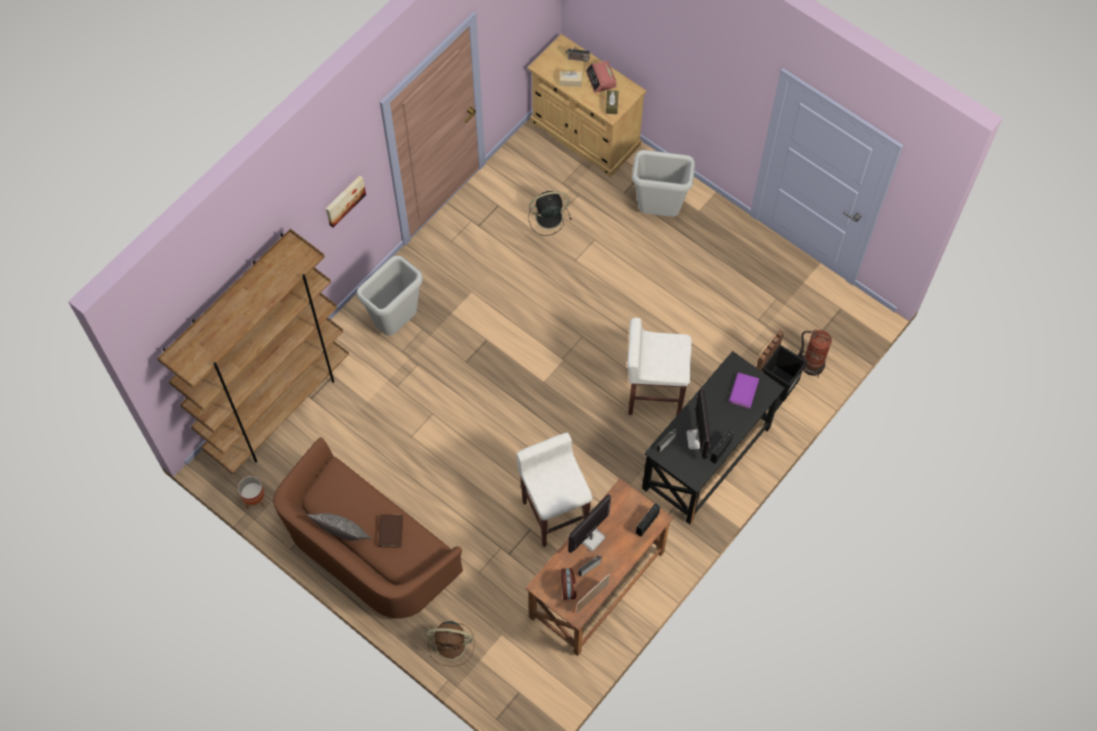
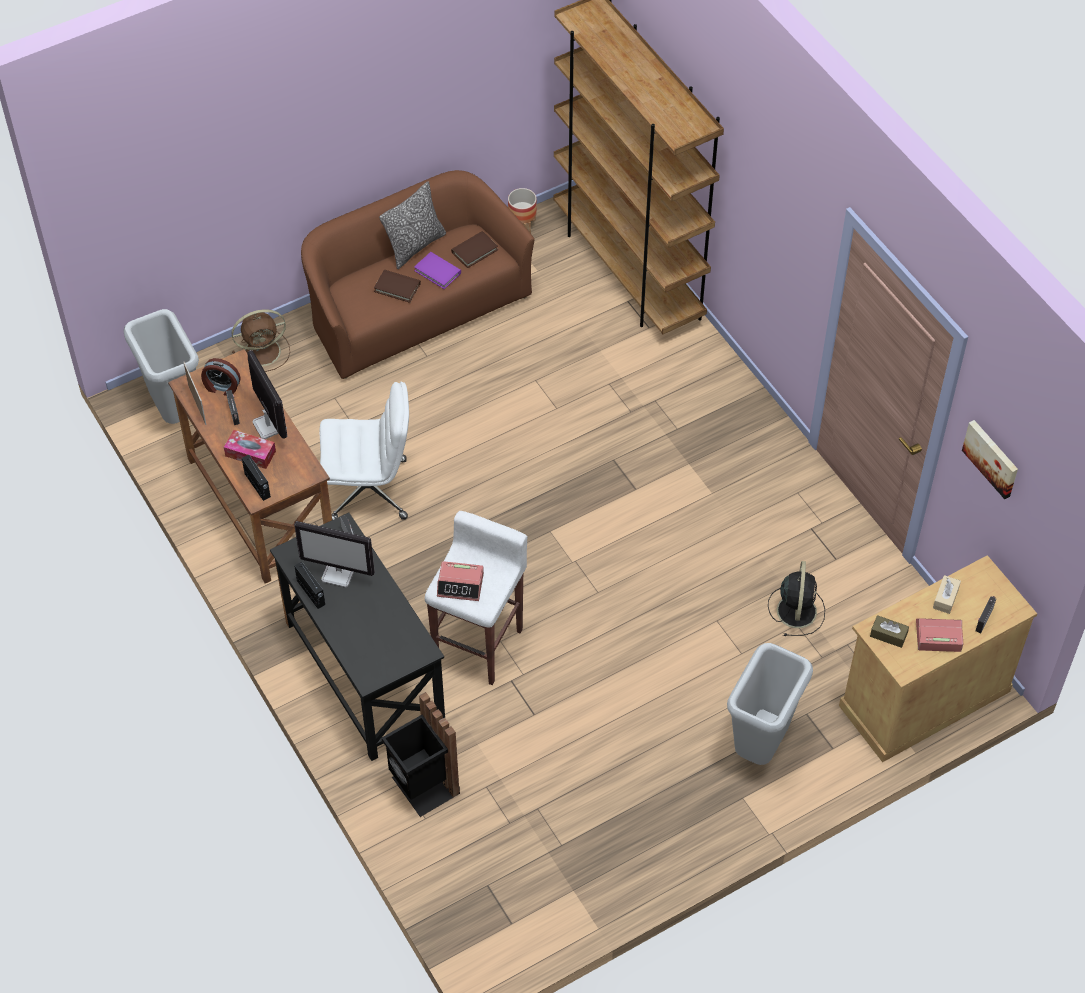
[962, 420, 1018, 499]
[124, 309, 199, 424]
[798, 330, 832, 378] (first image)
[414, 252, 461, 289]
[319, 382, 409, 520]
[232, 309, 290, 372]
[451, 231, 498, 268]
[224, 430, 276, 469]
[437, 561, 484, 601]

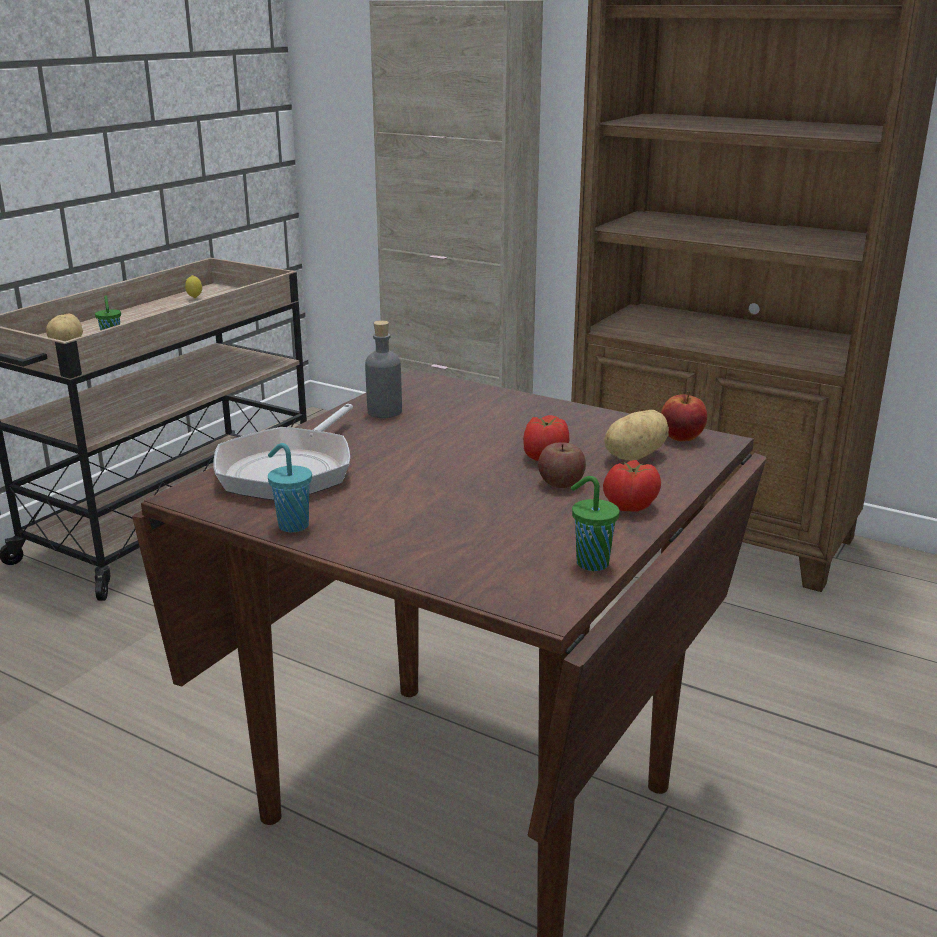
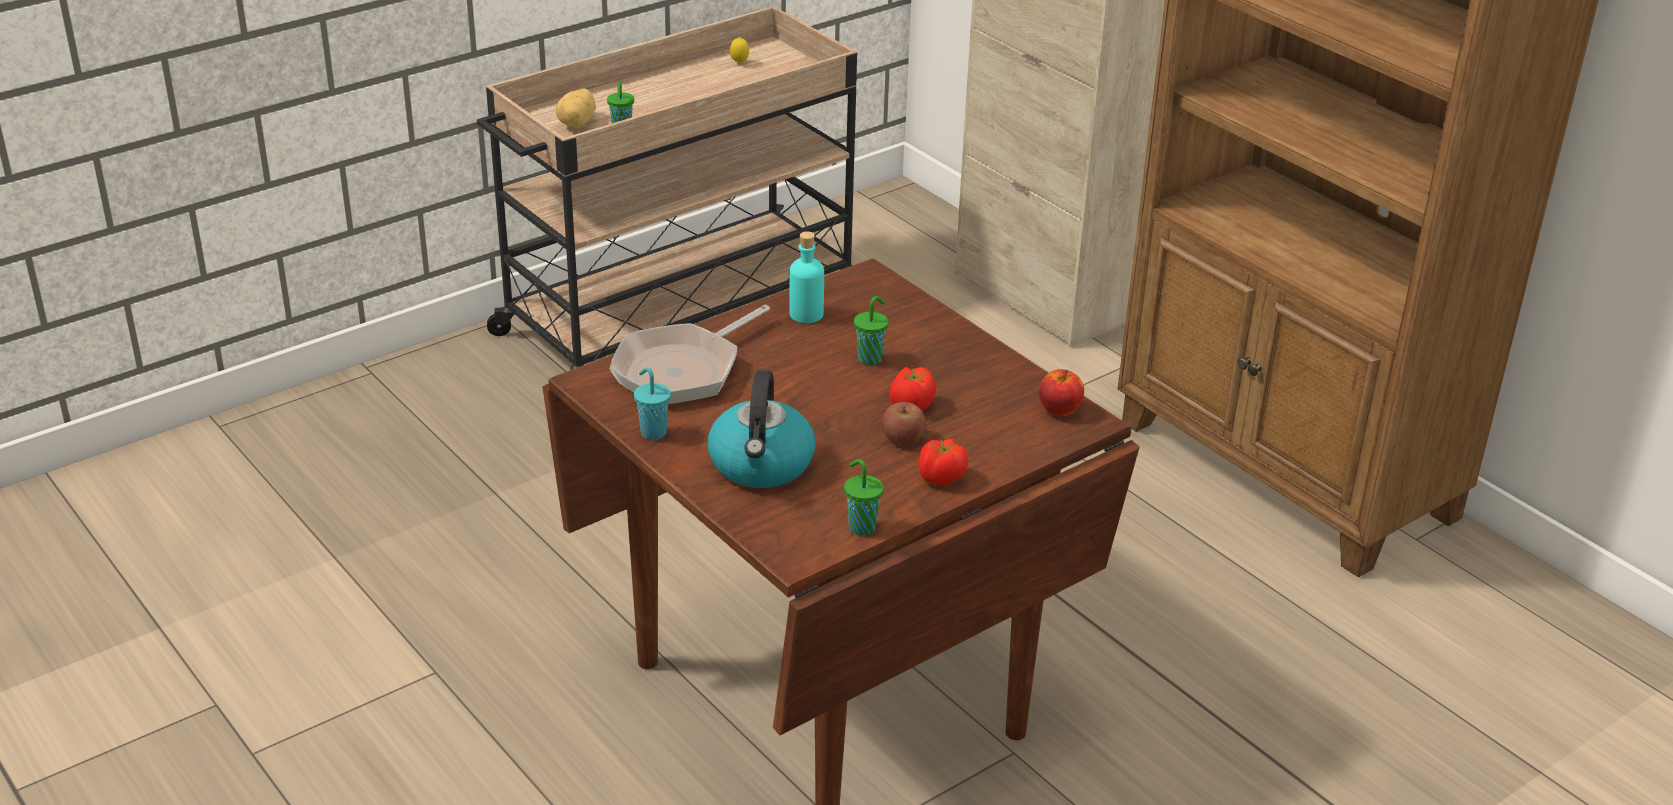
[789, 231, 824, 323]
[604, 410, 669, 460] (first image)
[854, 296, 889, 365]
[708, 370, 815, 488]

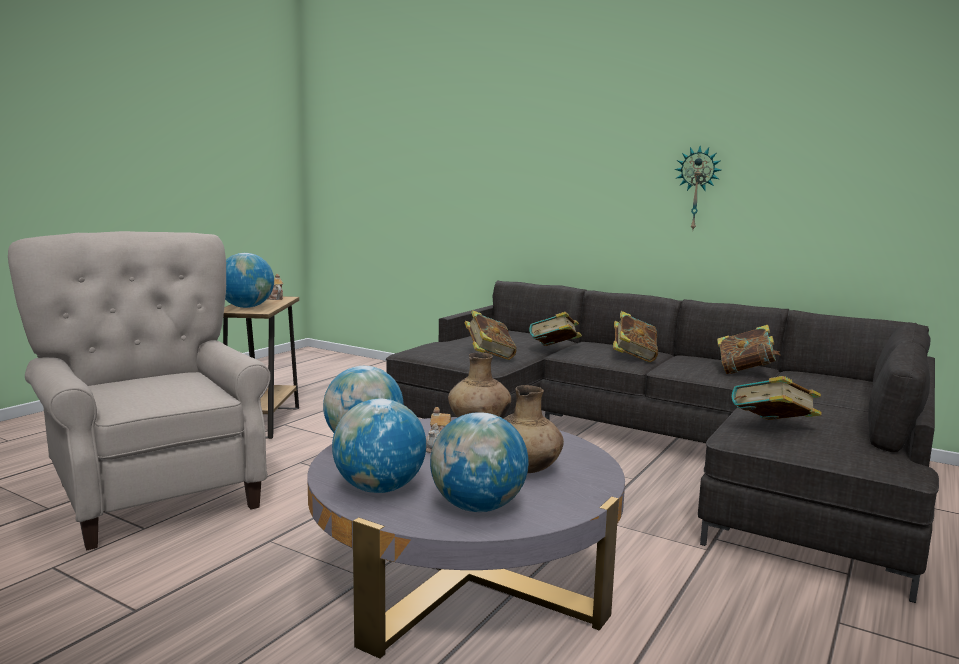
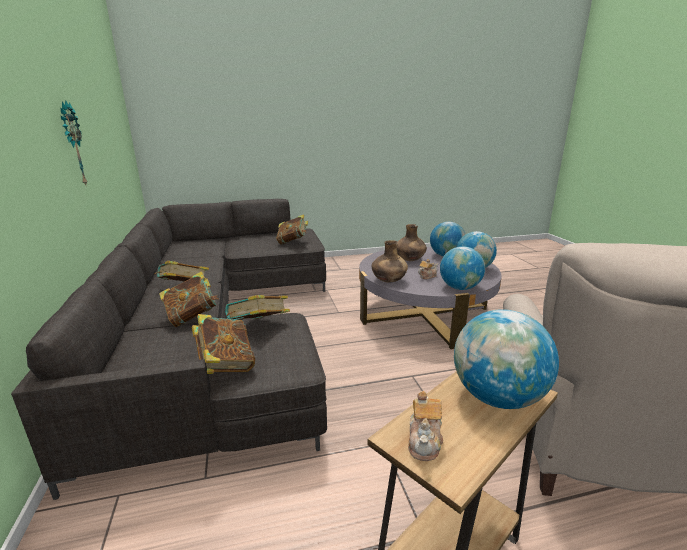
[192, 314, 255, 374]

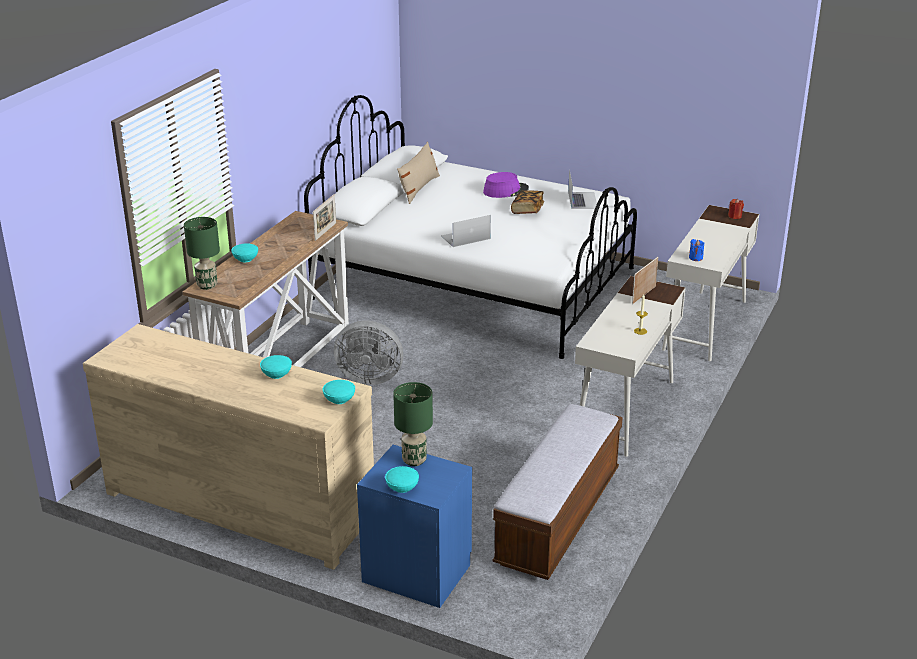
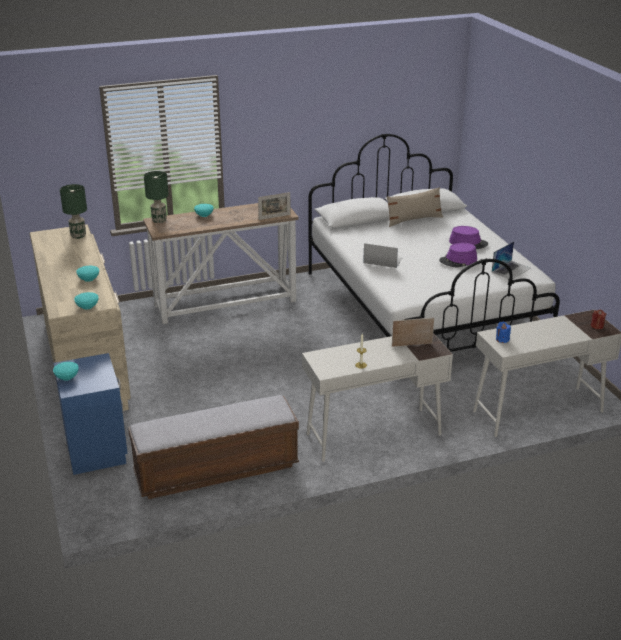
[439, 243, 477, 267]
[334, 320, 403, 385] (first image)
[60, 184, 87, 239]

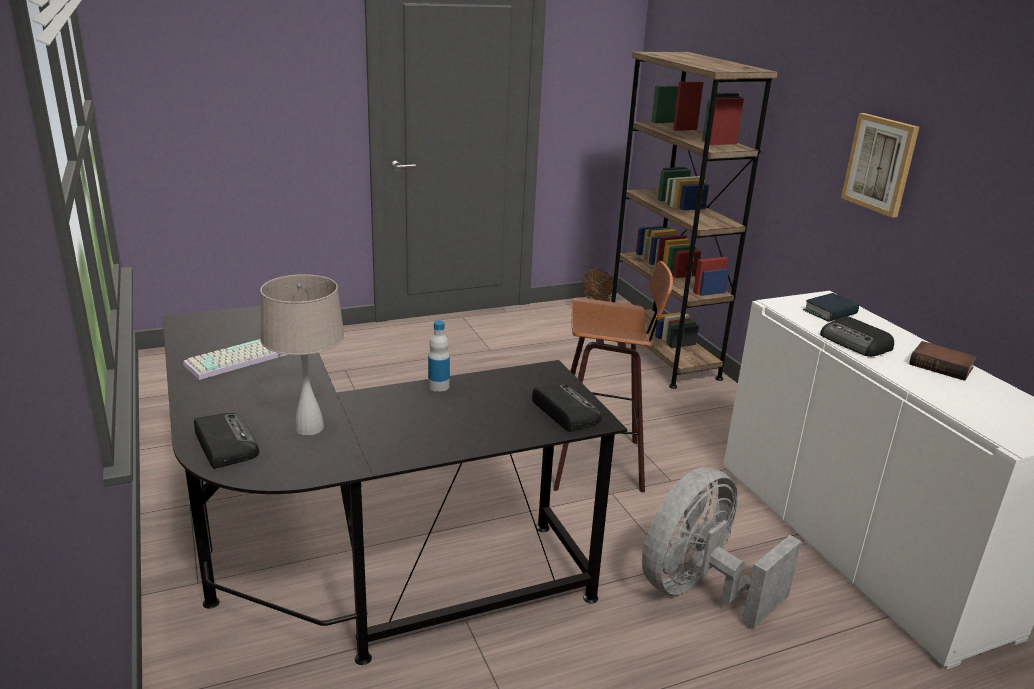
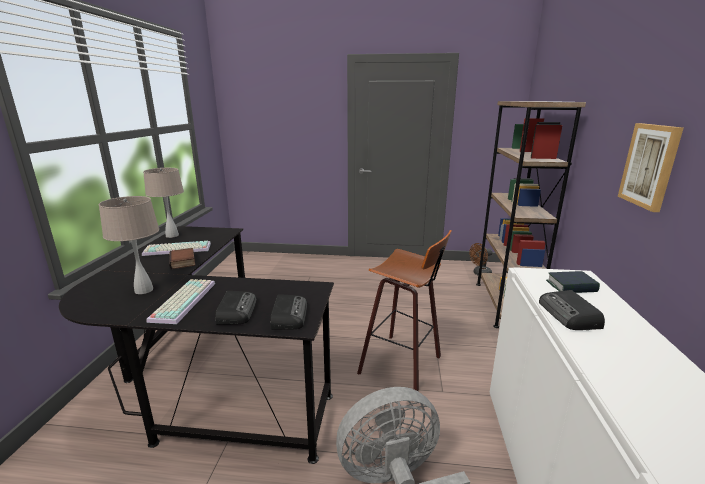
[428, 320, 450, 392] (first image)
[169, 248, 195, 269]
[215, 291, 257, 325]
[143, 168, 184, 238]
[146, 279, 215, 324]

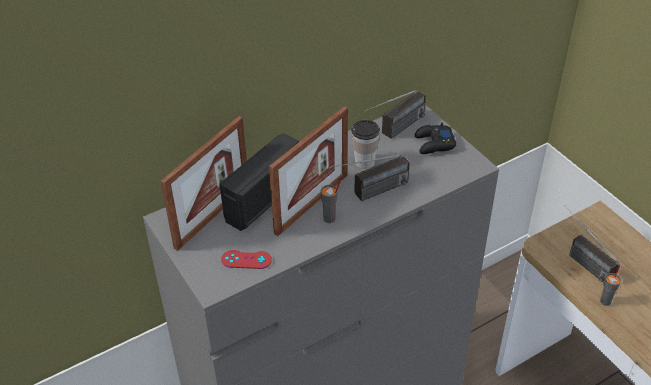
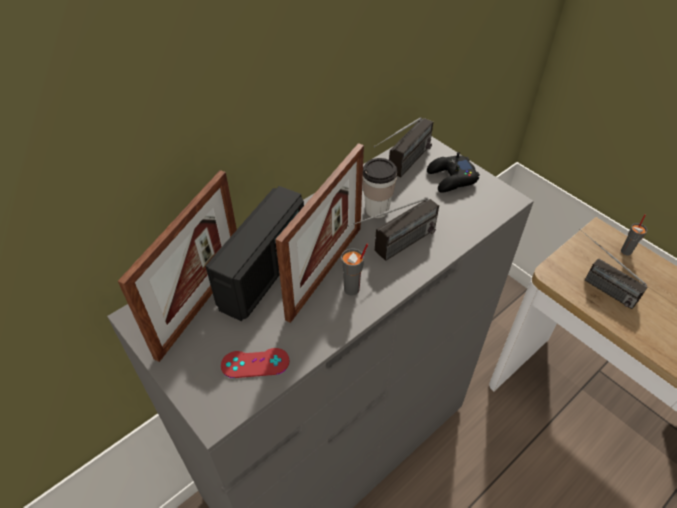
[621, 214, 647, 256]

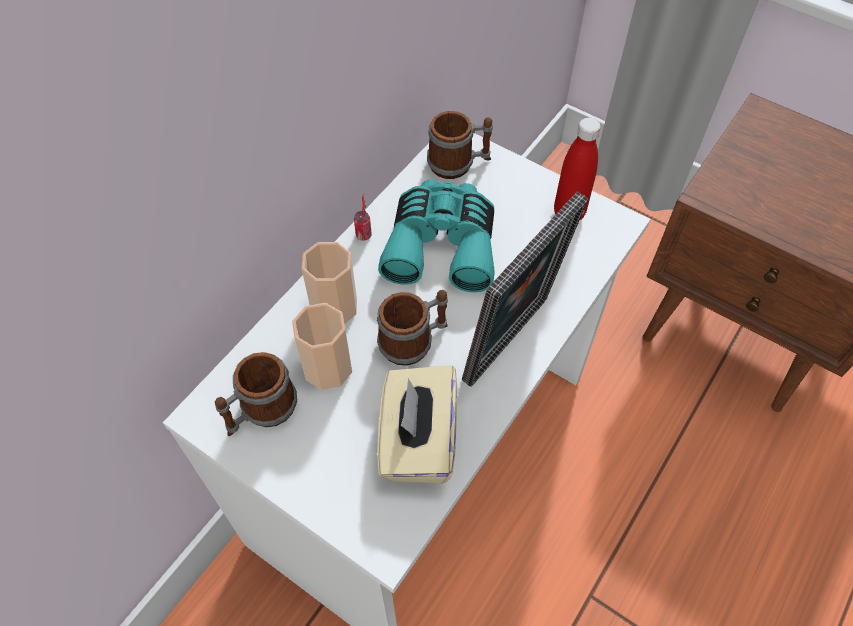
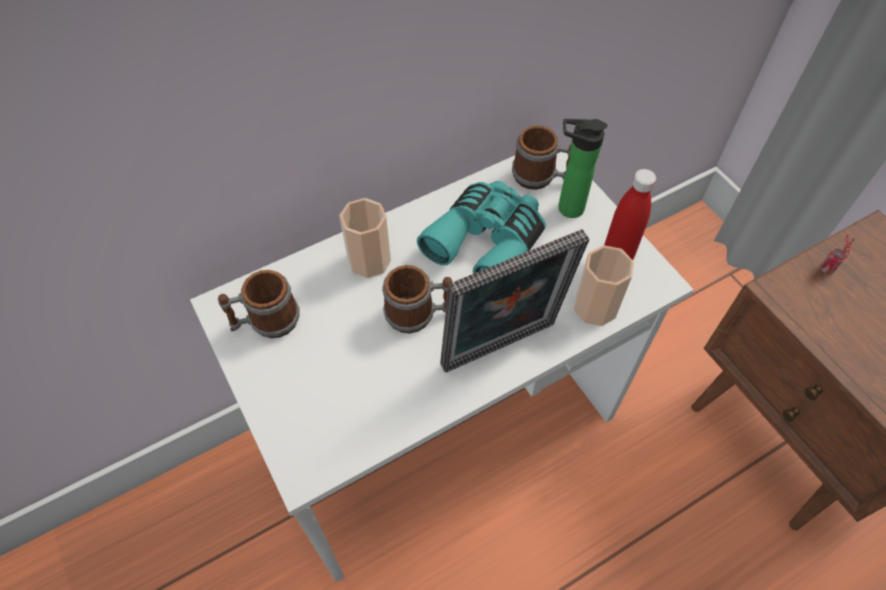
[820, 235, 855, 274]
[574, 245, 634, 326]
[377, 365, 457, 484] (first image)
[558, 119, 607, 218]

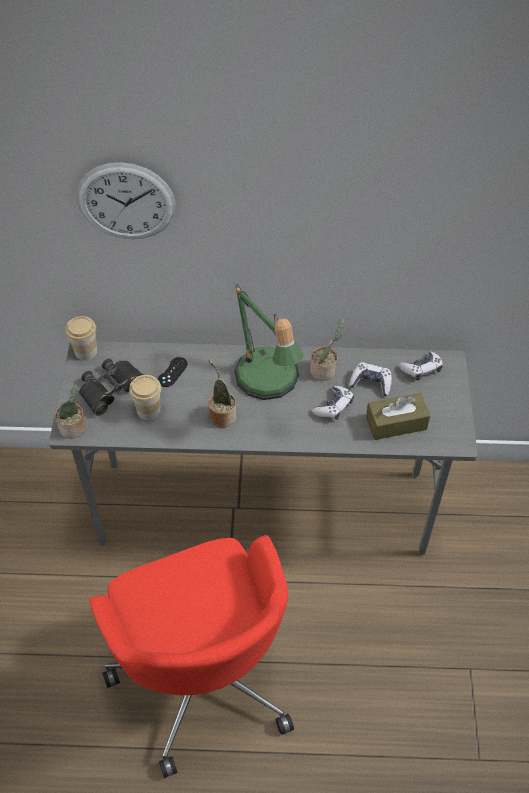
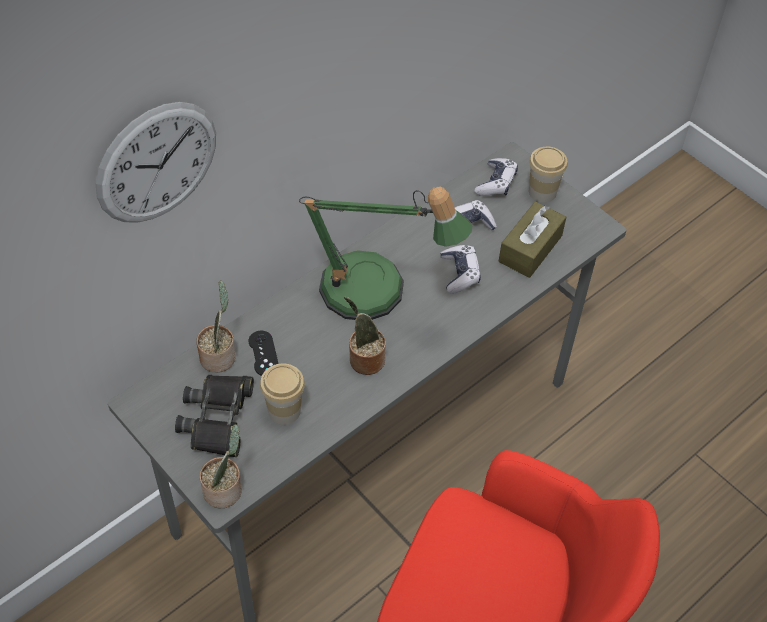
[529, 147, 568, 203]
[196, 280, 236, 372]

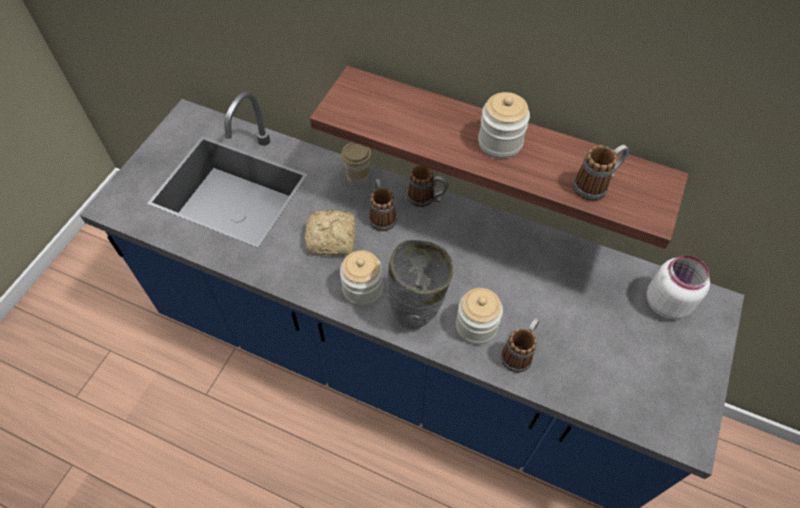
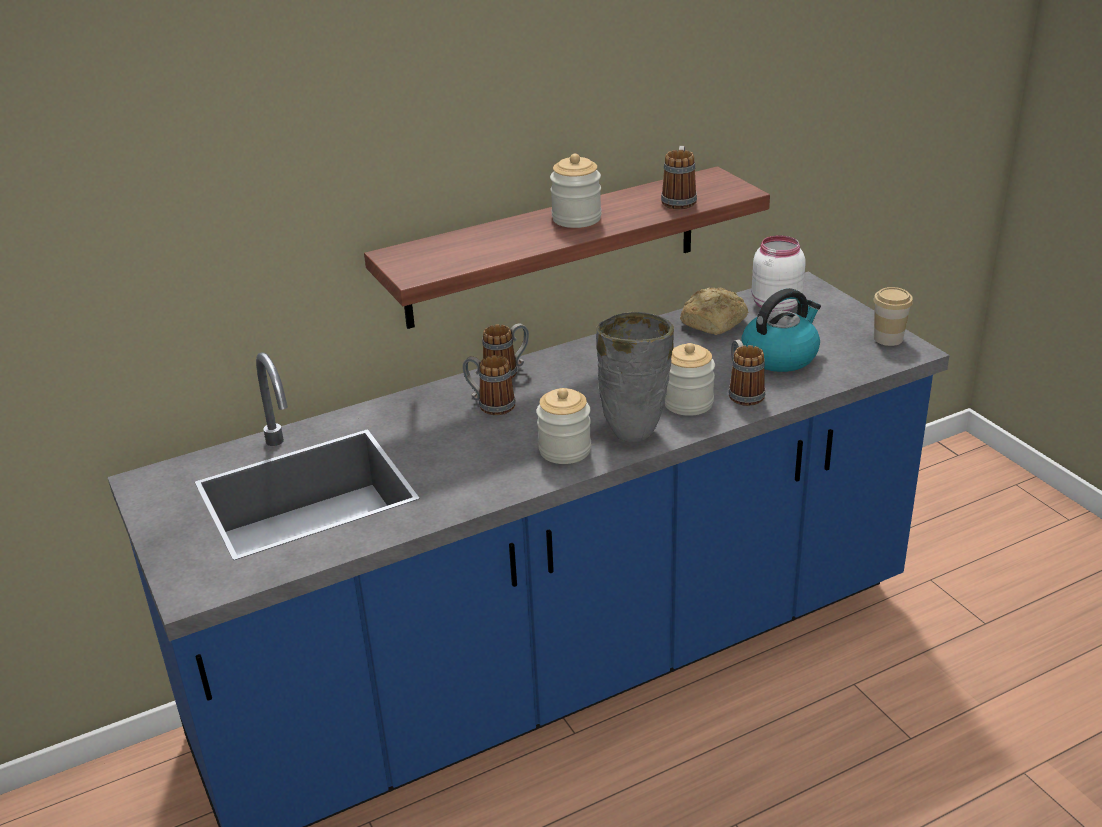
[873, 287, 913, 346]
[680, 288, 748, 335]
[741, 288, 821, 372]

